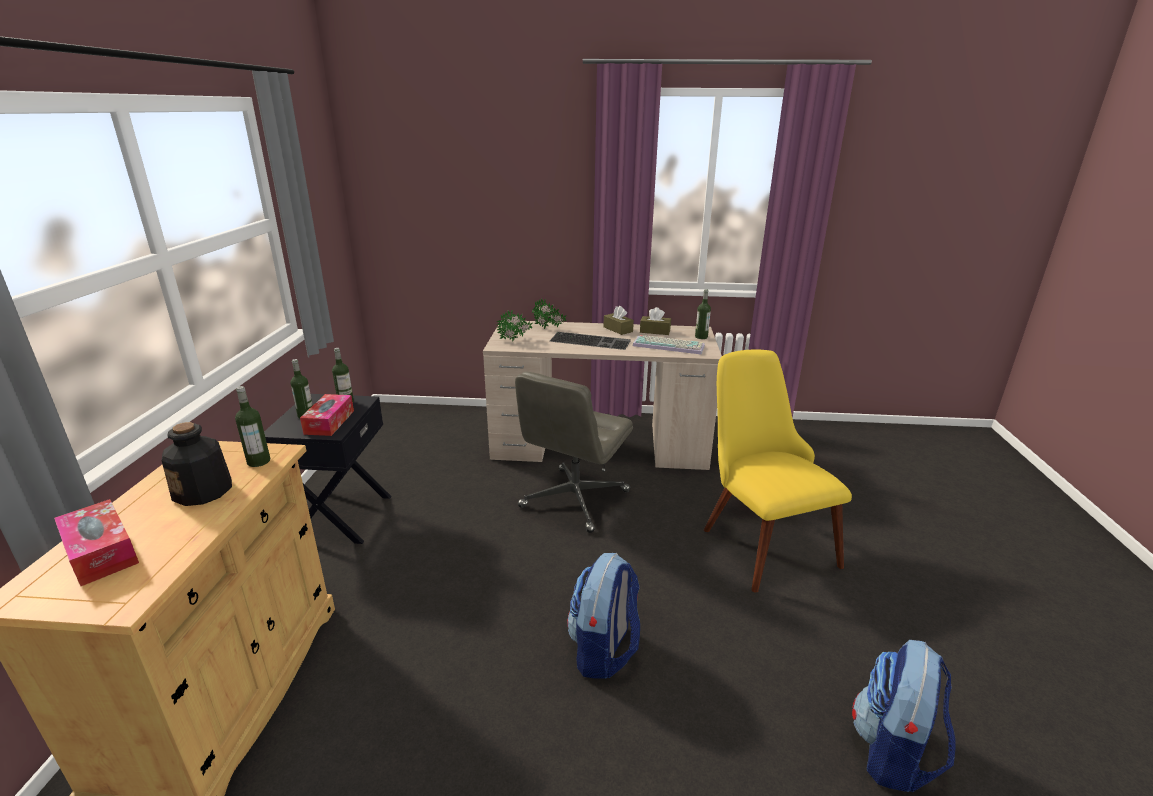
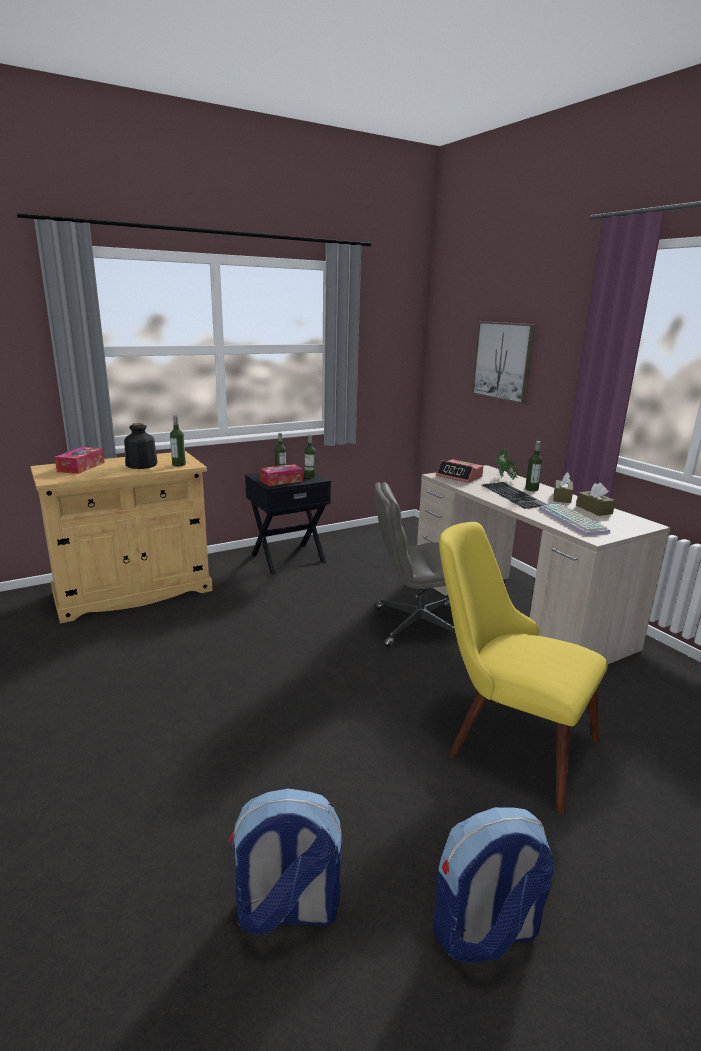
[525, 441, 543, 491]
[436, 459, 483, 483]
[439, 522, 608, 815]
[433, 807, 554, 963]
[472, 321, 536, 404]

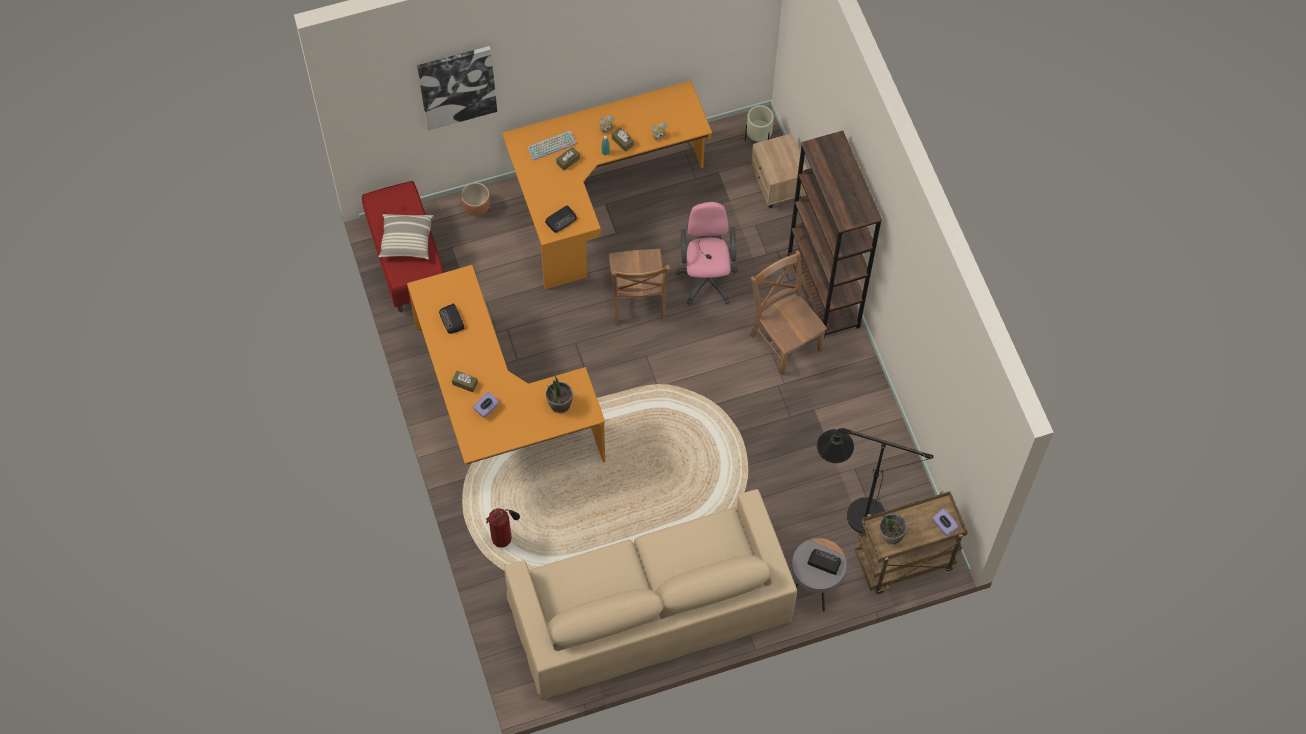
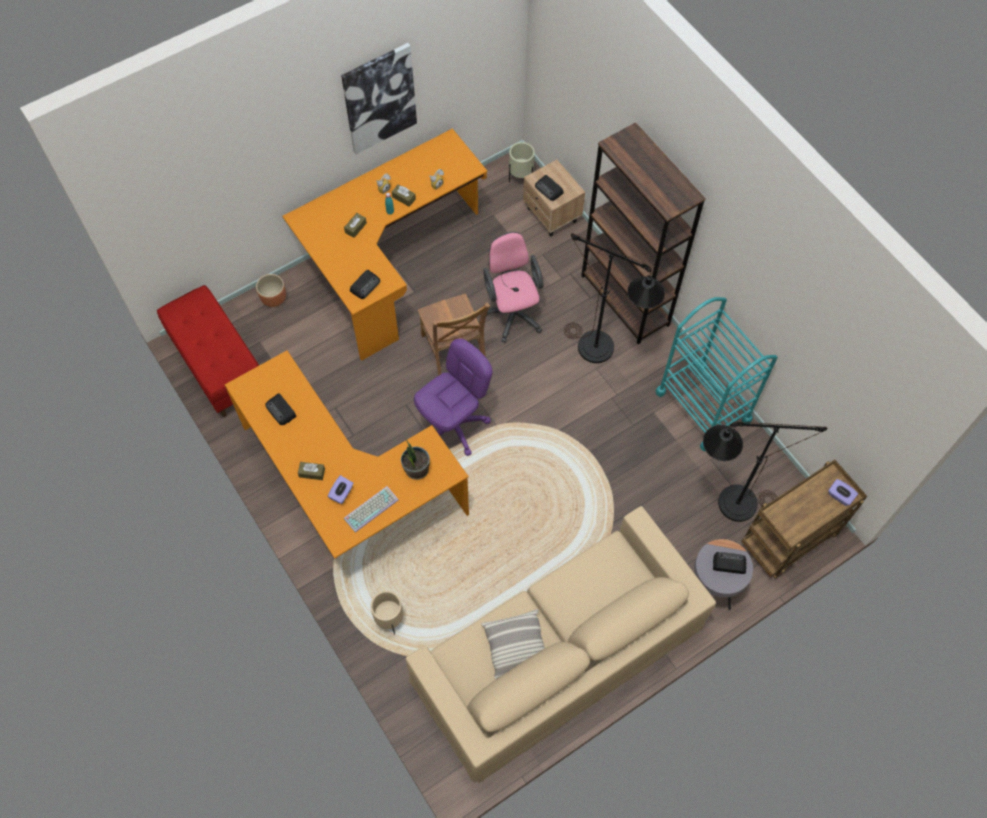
[341, 43, 417, 154]
[344, 486, 399, 533]
[481, 609, 545, 679]
[564, 233, 665, 363]
[371, 591, 403, 635]
[879, 514, 907, 545] (first image)
[535, 175, 563, 201]
[655, 297, 778, 452]
[414, 338, 493, 456]

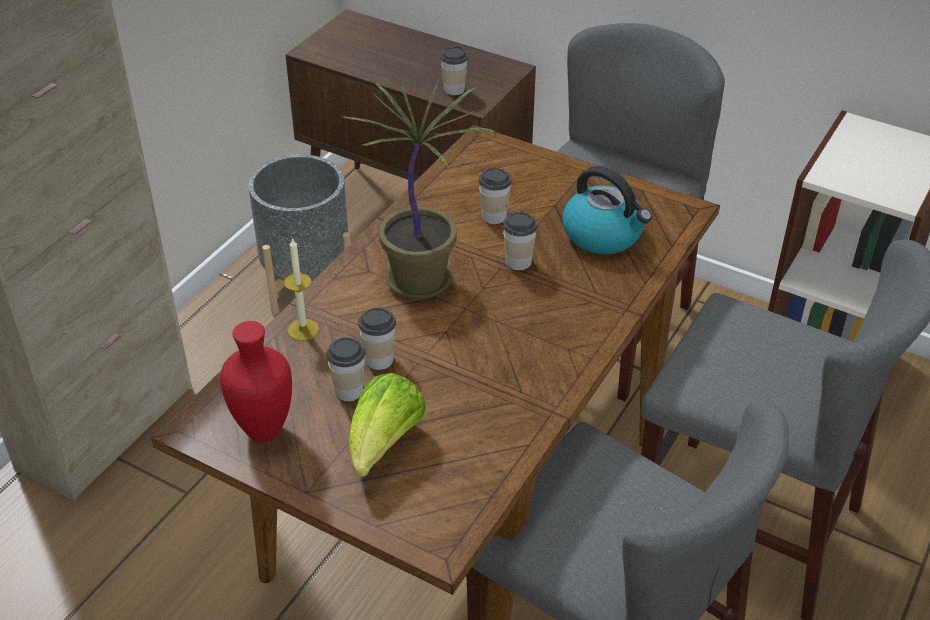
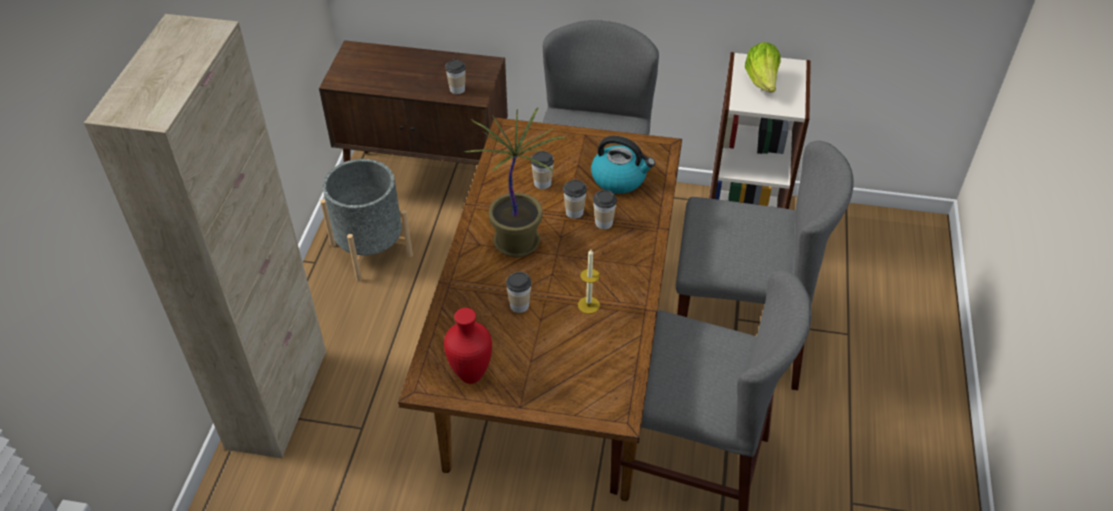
[578, 249, 600, 314]
[593, 190, 617, 229]
[745, 42, 781, 93]

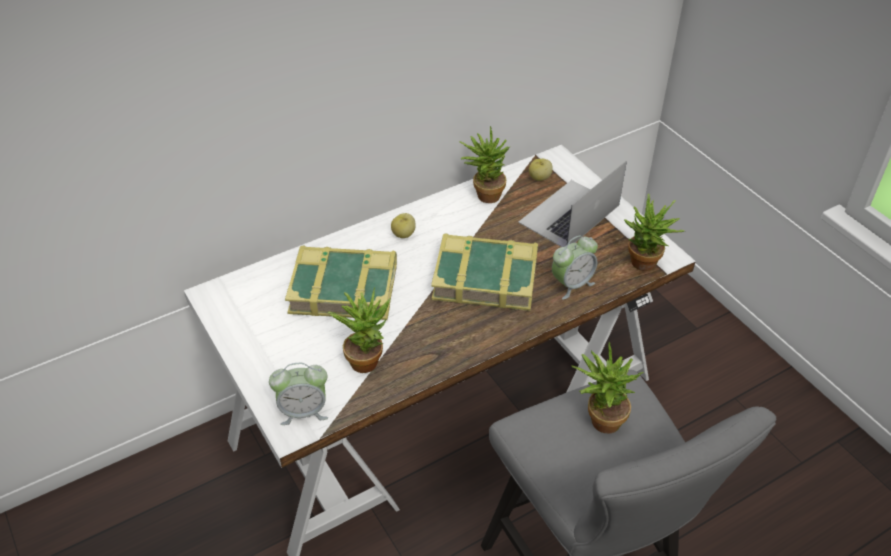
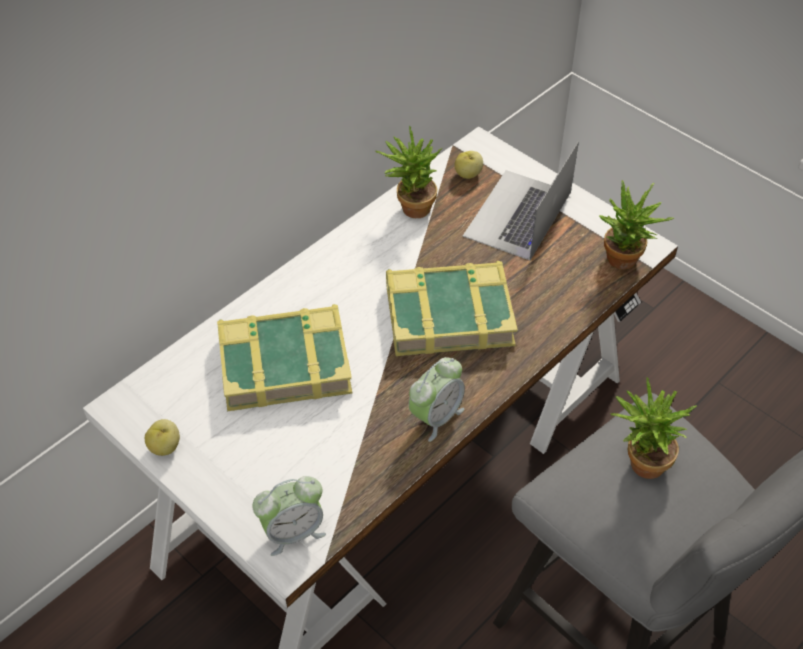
[145, 419, 180, 456]
[409, 357, 465, 442]
[328, 287, 390, 373] (first image)

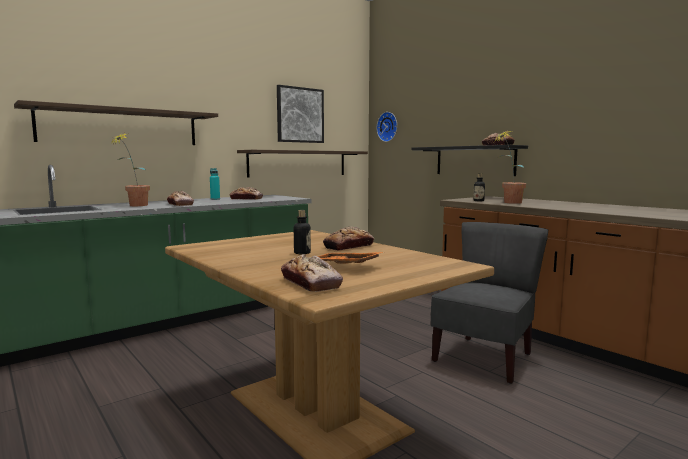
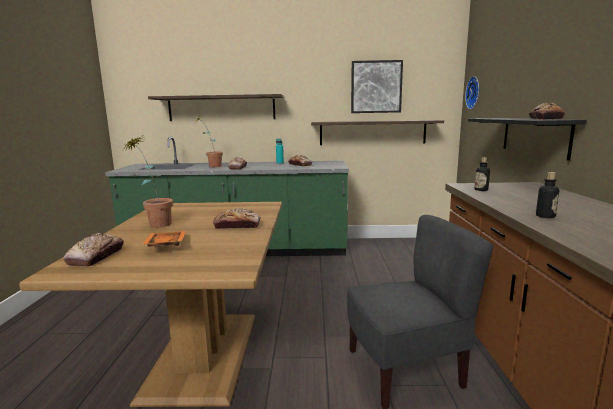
[122, 136, 173, 228]
[536, 172, 559, 218]

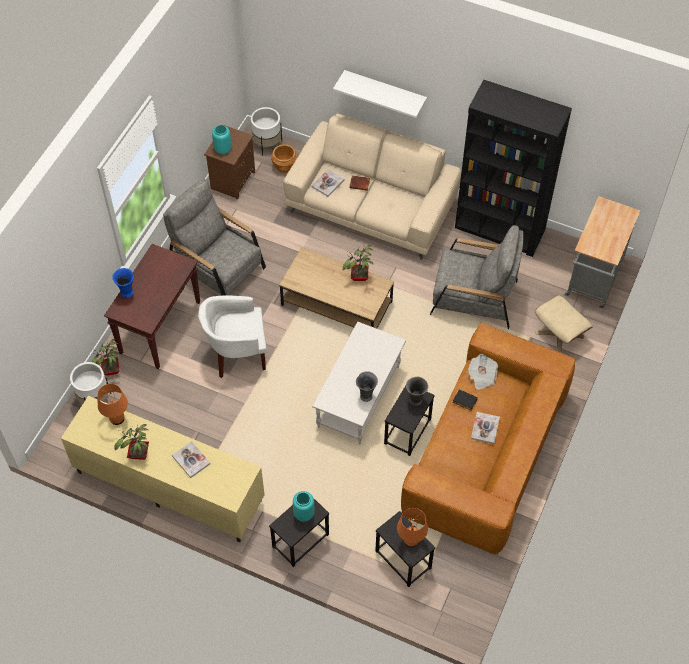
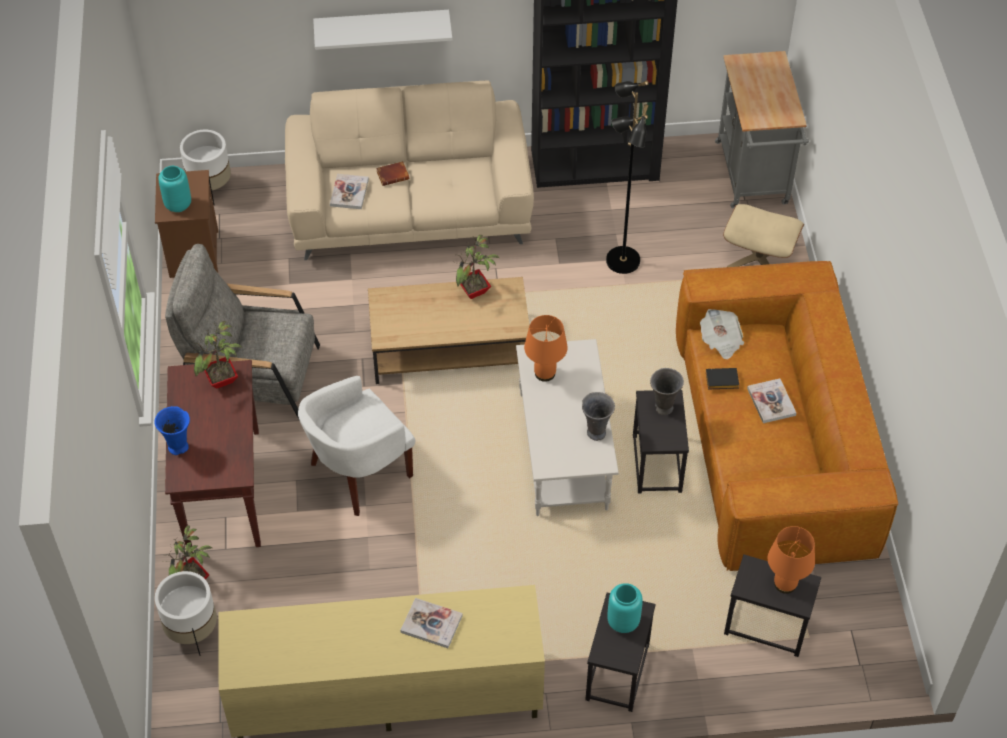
[271, 144, 297, 173] (first image)
[606, 80, 649, 274]
[524, 315, 568, 382]
[192, 321, 242, 389]

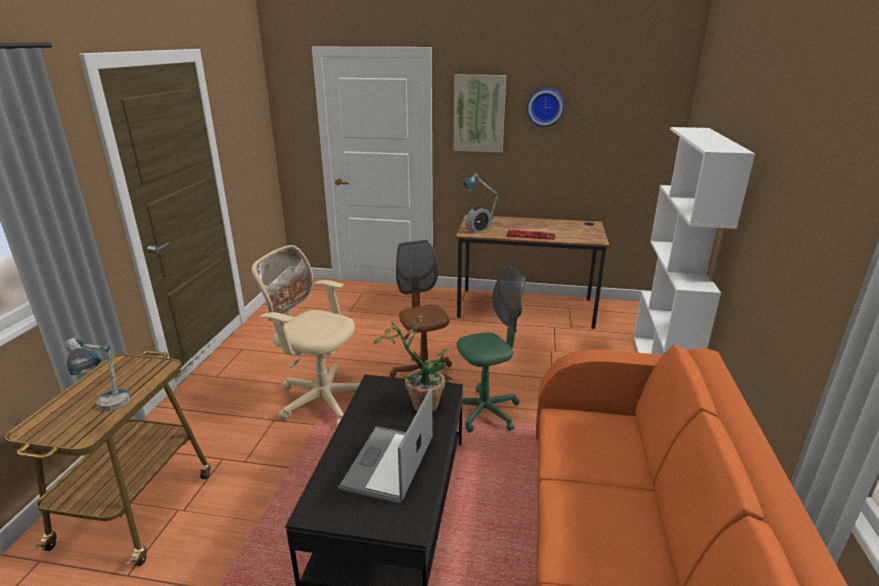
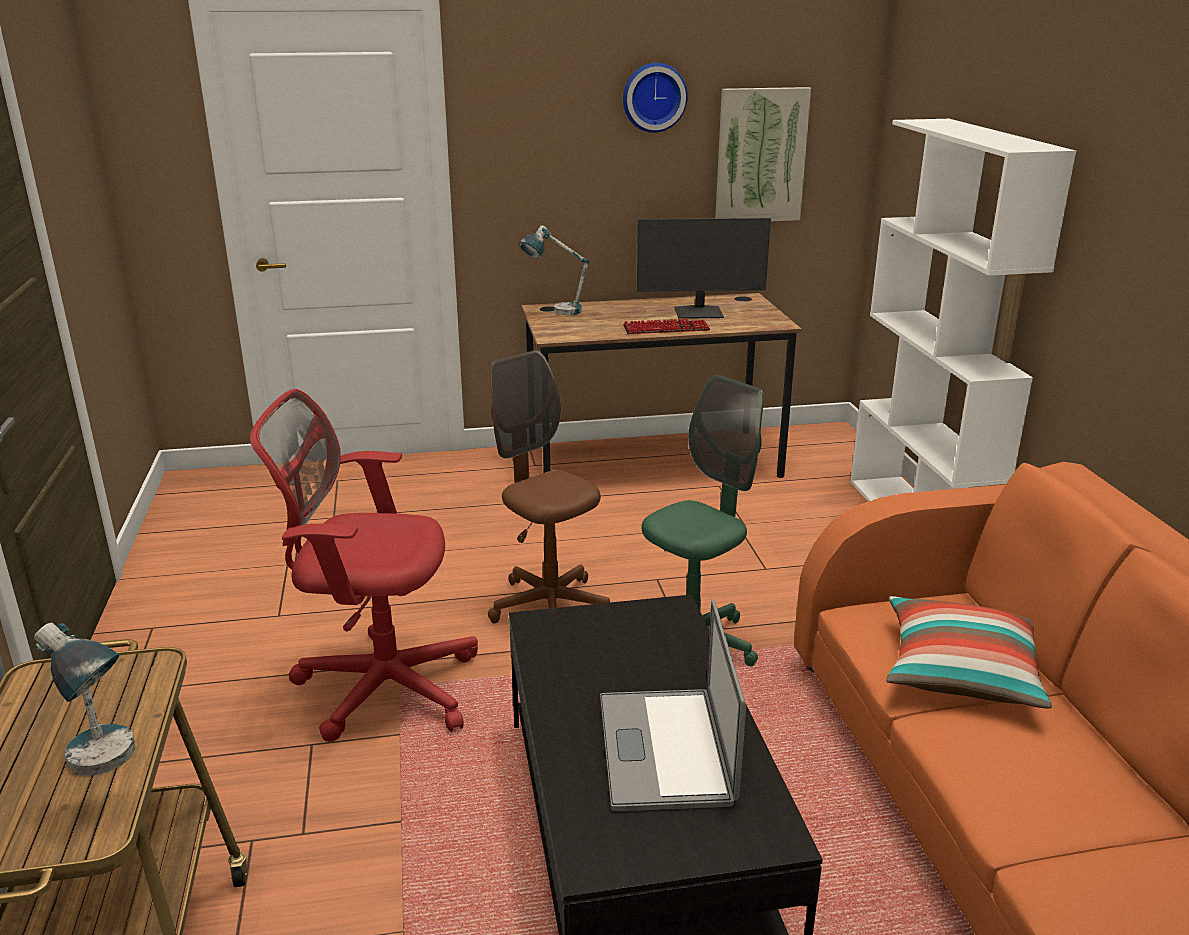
[715, 87, 811, 221]
[466, 206, 491, 233] (first image)
[250, 389, 478, 742]
[373, 315, 453, 412] (first image)
[637, 218, 771, 319]
[886, 596, 1052, 709]

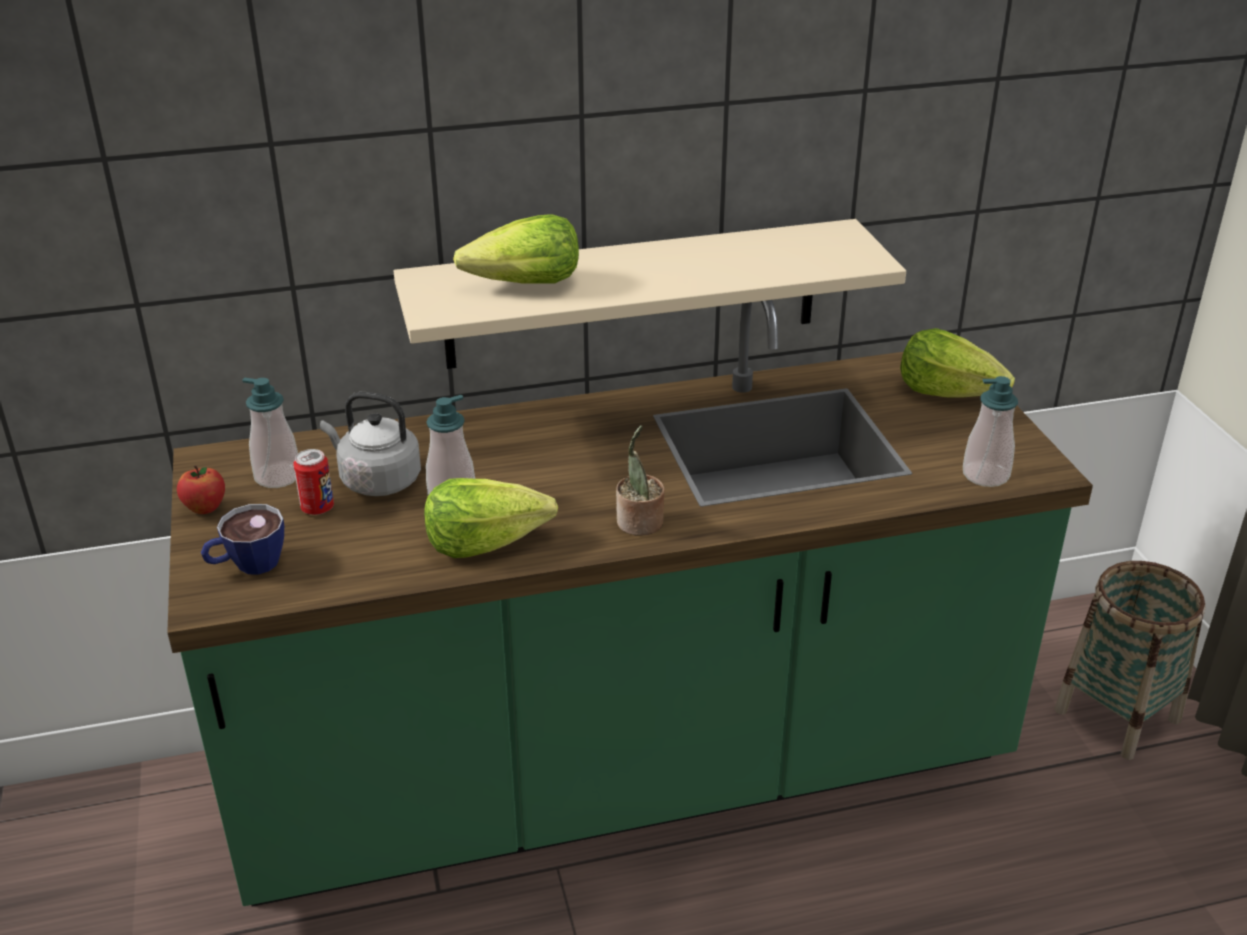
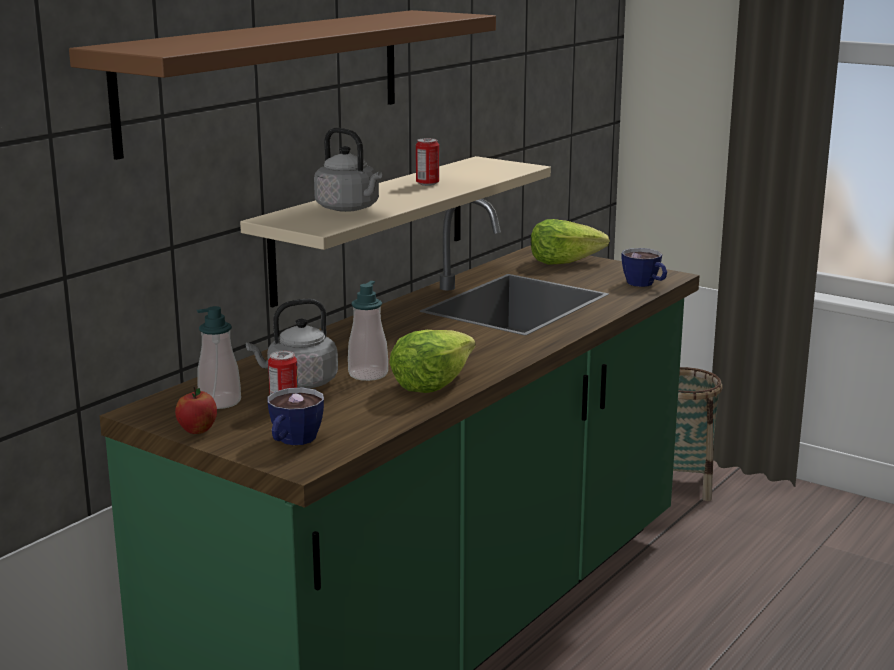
[314, 128, 382, 212]
[622, 248, 667, 287]
[616, 425, 665, 535] (first image)
[69, 10, 496, 160]
[416, 138, 439, 186]

